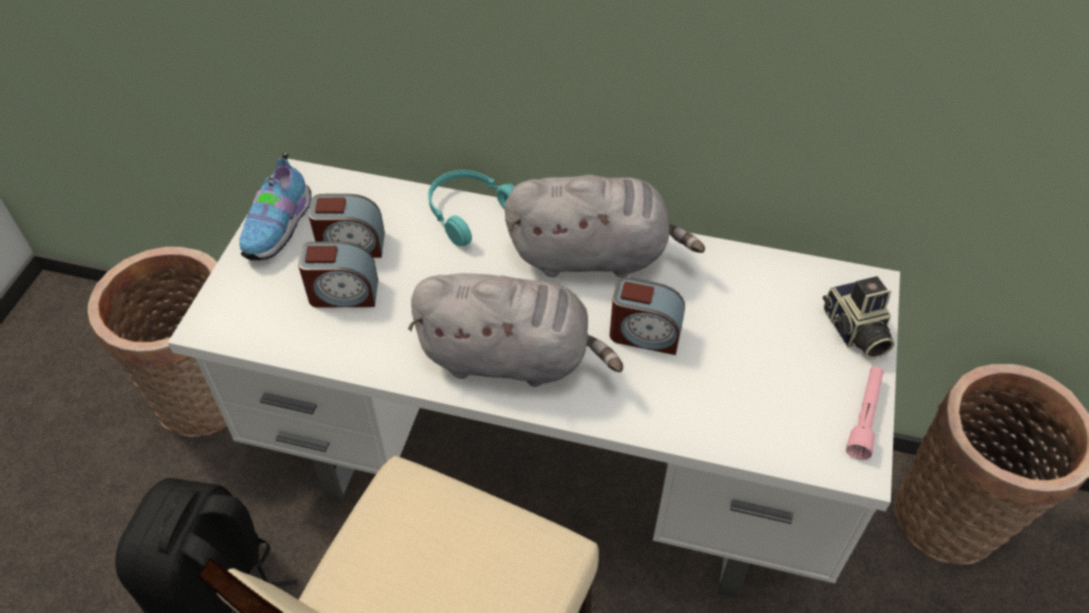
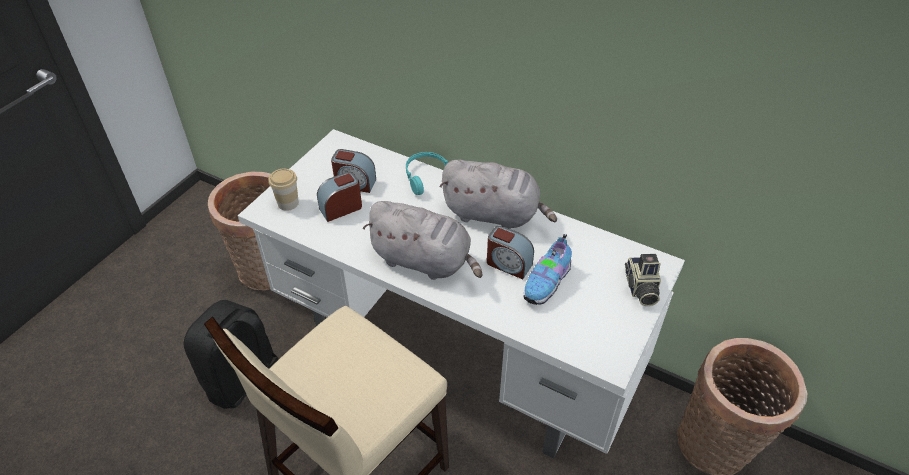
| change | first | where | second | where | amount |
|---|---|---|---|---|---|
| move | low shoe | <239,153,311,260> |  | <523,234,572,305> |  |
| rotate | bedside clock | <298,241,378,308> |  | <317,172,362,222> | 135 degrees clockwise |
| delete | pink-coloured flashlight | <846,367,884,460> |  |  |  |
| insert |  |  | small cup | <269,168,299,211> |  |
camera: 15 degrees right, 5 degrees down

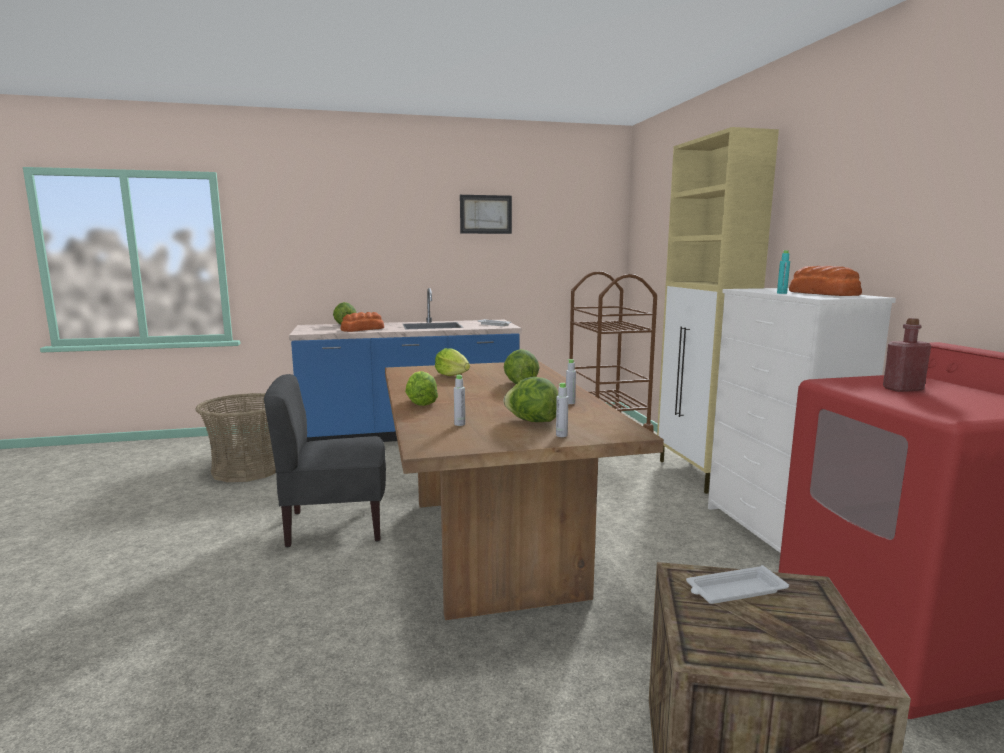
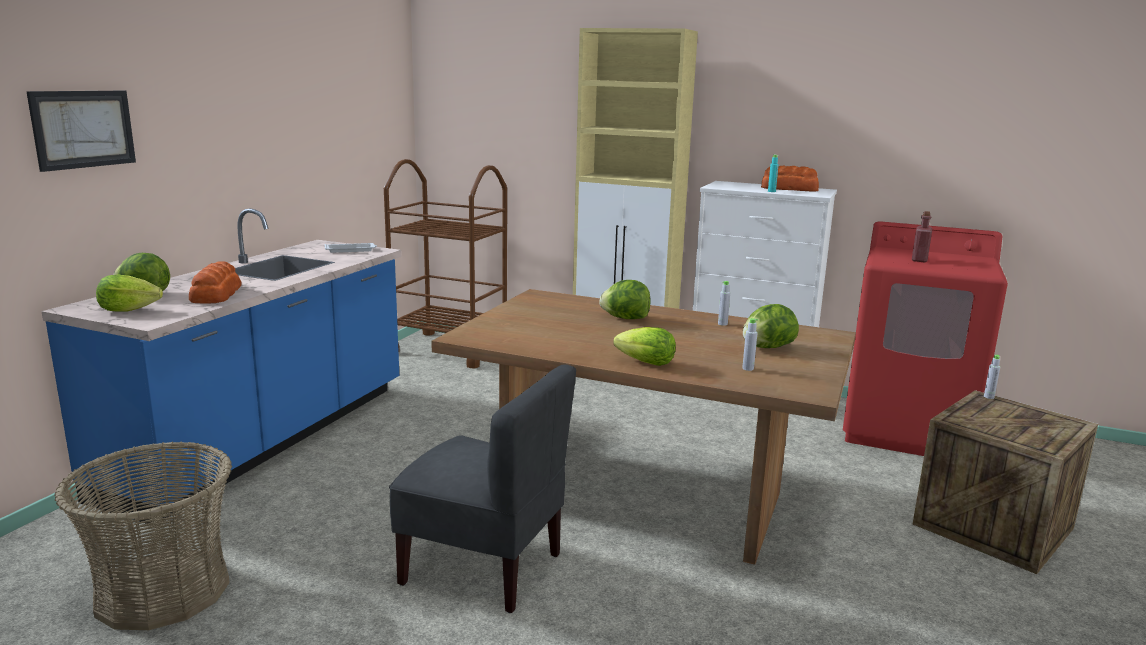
| change | first | where | second | where | amount |
|---|---|---|---|---|---|
| rotate | gray plain chair | <264,374,386,547> |  | <389,364,576,613> | 90 degrees counterclockwise |
| move | lettuce | <435,348,470,376> |  | <96,275,163,311> |  |
| move | wall picture | <460,195,512,234> |  | <26,91,136,172> |  |
| move | gray drink bottle | <556,383,569,437> |  | <984,355,1000,399> |  |
| delete | whitish tray | <686,565,789,604> |  |  |  |
camera: 55 degrees left, 5 degrees up

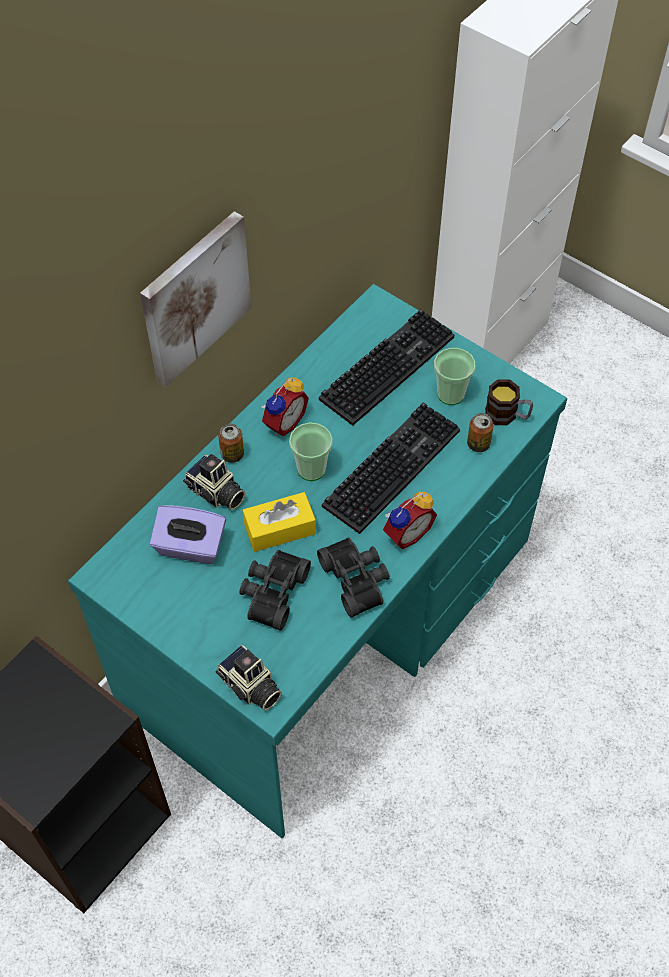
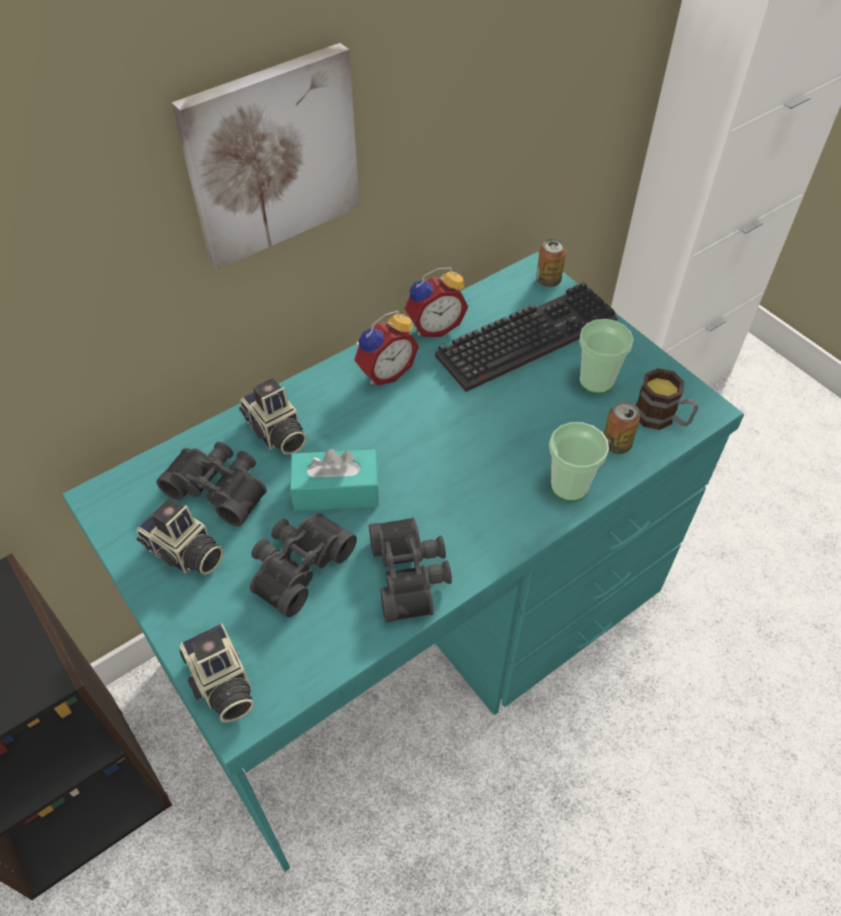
| change | first | where | second | where | amount |
|---|---|---|---|---|---|
| replace | purple tissue box | <150,505,226,564> | black-coloured field glasses | <156,442,267,526> |  |
| move | can | <218,424,244,463> |  | <536,239,566,287> |  |
| recolor | yellowish tissue box | <243,492,316,552> | turquoise-coloured tissue box | <290,449,379,511> |  |
| move | small cup | <289,423,333,481> |  | <549,422,609,501> |  |
| delete | PC keyboard | <322,402,460,534> |  |  |  |
| move | bedside clock | <383,492,437,550> |  | <405,267,468,337> |  |
| insert |  |  | photo camera | <136,498,224,575> |  |
camera: 15 degrees right, 5 degrees down

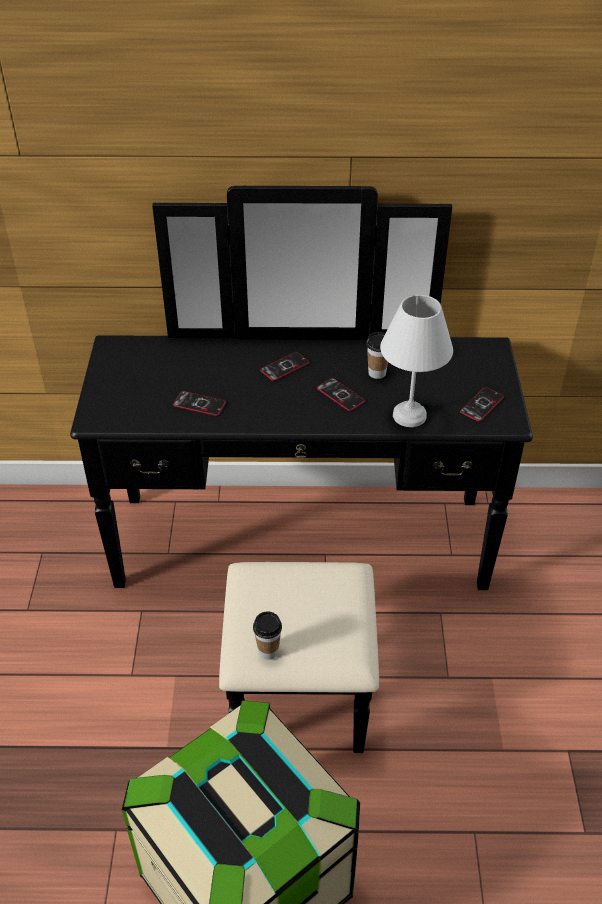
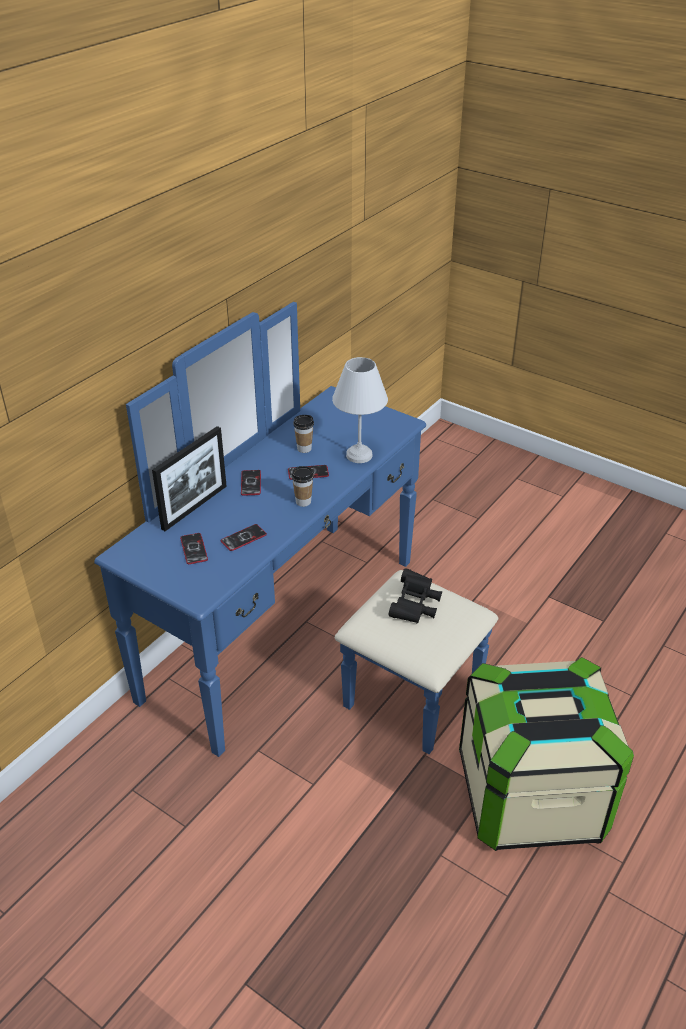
| change | first | where | second | where | amount |
|---|---|---|---|---|---|
| recolor | black-coloured chest of drawers | <70,186,533,753> | bluish chest of drawers | <94,302,498,757> |  |
| move | small cup | <253,611,282,660> |  | <292,466,314,507> |  |
| move | handset | <460,387,504,422> |  | <180,533,208,564> |  |
| insert |  |  | photo frame | <152,426,227,531> |  |
| insert |  |  | black-coloured field glasses | <388,568,442,624> |  |
camera: 55 degrees left, 5 degrees down

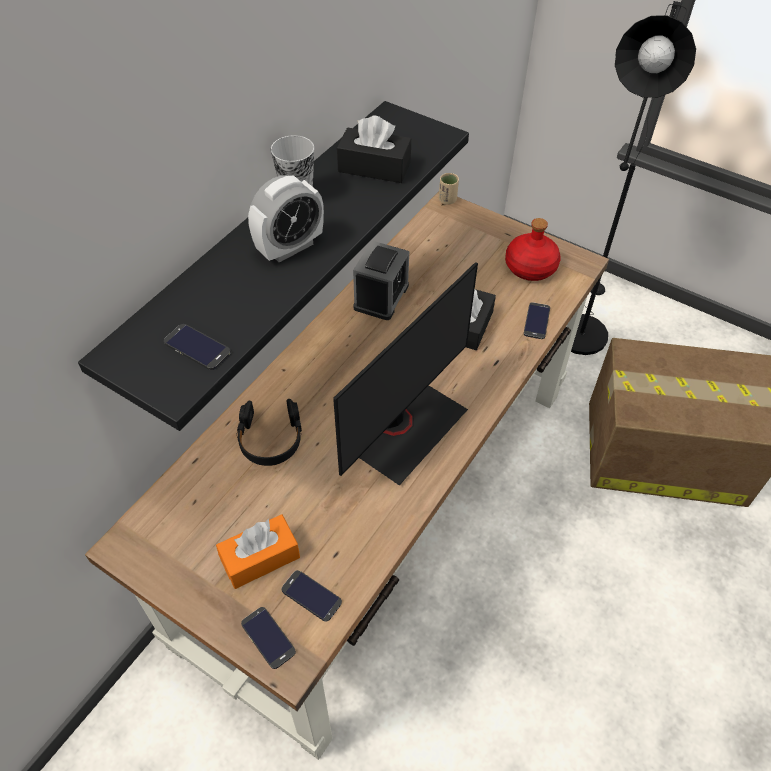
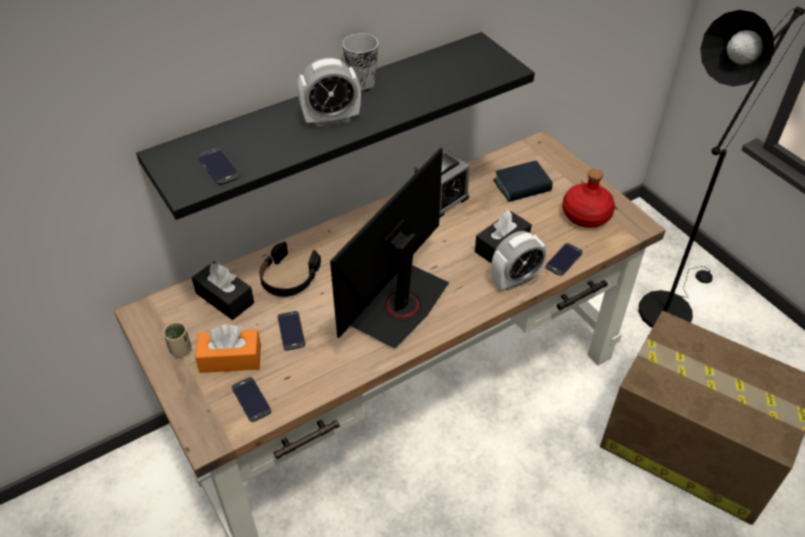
| change | first | where | second | where | amount |
|---|---|---|---|---|---|
| move | handset | <241,607,296,669> |  | <278,311,305,350> |  |
| rotate | monitor | <333,262,478,485> |  | <330,147,449,349> | 150 degrees clockwise |
| move | black-coloured tissue box | <337,116,411,183> |  | <192,261,254,320> |  |
| move | beige-coloured small cup | <439,173,459,205> |  | <163,322,192,357> |  |
| insert |  |  | bedside clock | <491,231,547,291> |  |
| insert |  |  | bound book | <493,161,553,202> |  |
camera: 25 degrees right, 5 degrees down

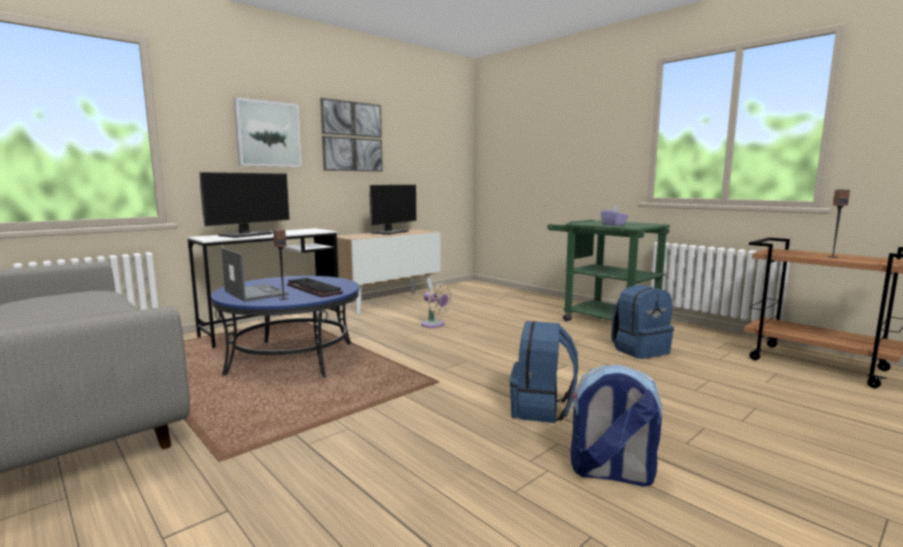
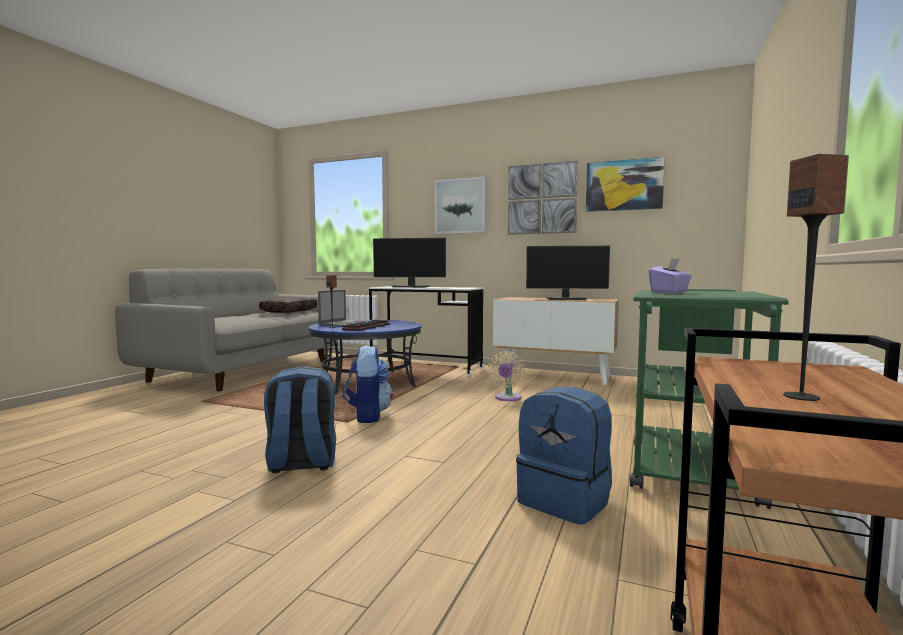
| change | first | where | second | where | amount |
|---|---|---|---|---|---|
| move | backpack | <570,365,662,487> |  | <343,345,393,423> |  |
| insert |  |  | brown pillow | <259,297,317,313> |  |
| insert |  |  | wall picture | <586,157,665,212> |  |
camera: 65 degrees right, 5 degrees down

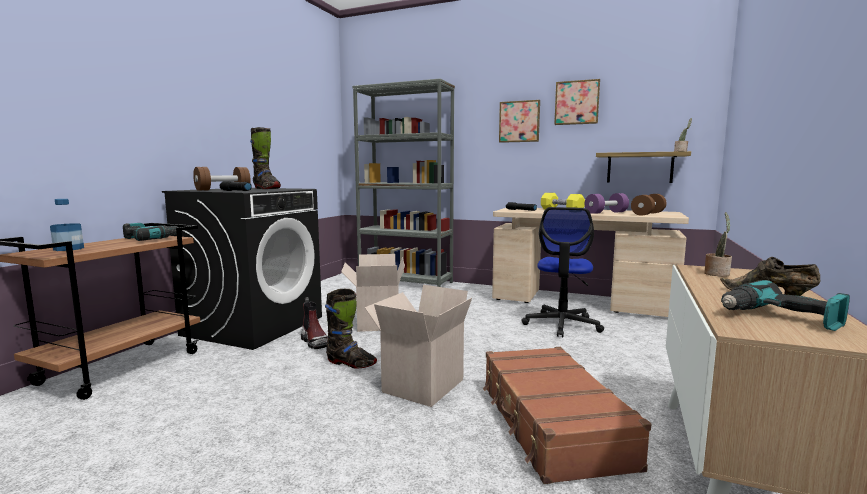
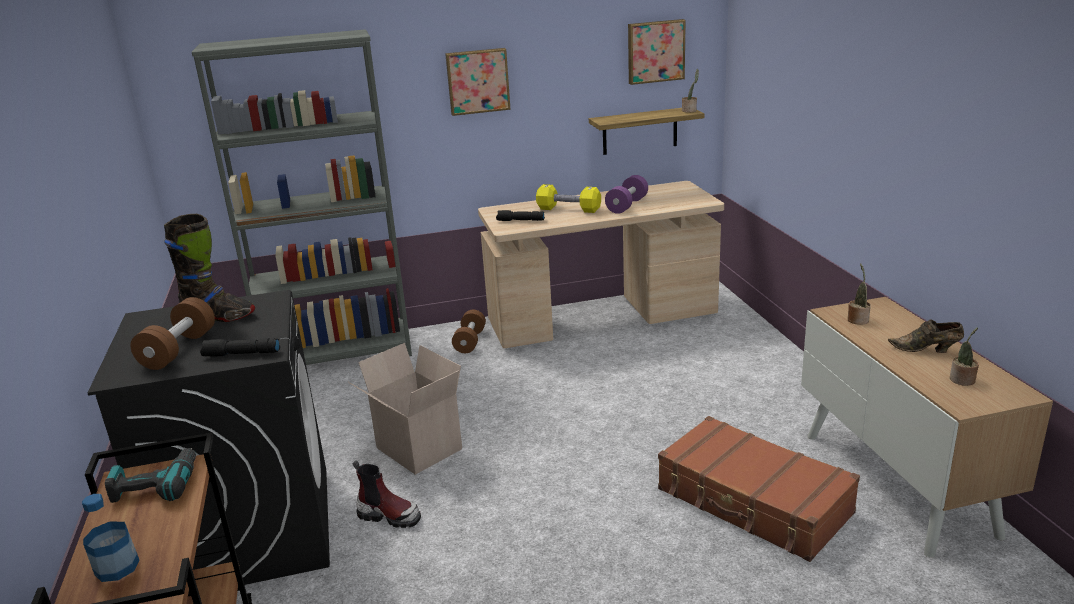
| change | first | where | second | where | amount |
|---|---|---|---|---|---|
| delete | black-coloured high-top boot | <325,289,377,369> |  |  |  |
| delete | packing box | <365,285,472,407> |  |  |  |
| delete | office chair | <521,207,604,337> |  |  |  |
| move | wall picture | <554,79,600,125> |  | <628,19,686,85> |  |
| move | brown hand weight | <631,194,667,216> |  | <452,310,486,353> |  |
| replace | electric drill | <721,280,850,331> | plant in a pot | <950,327,979,386> |  |
camera: 35 degrees left, 15 degrees up

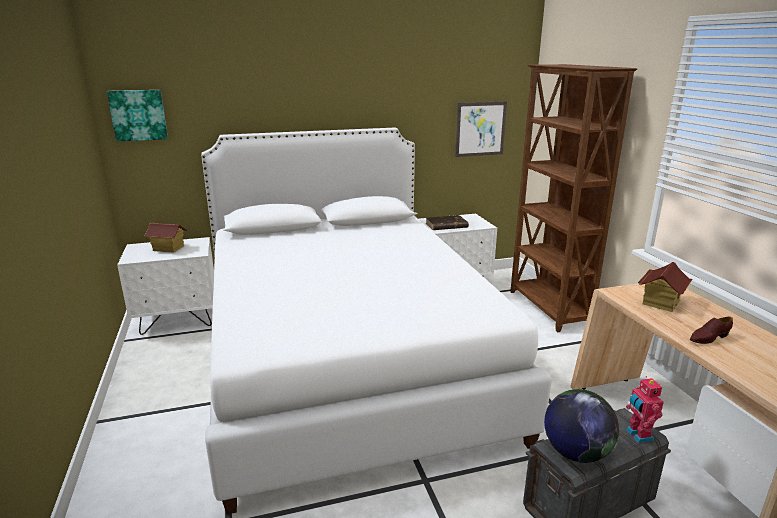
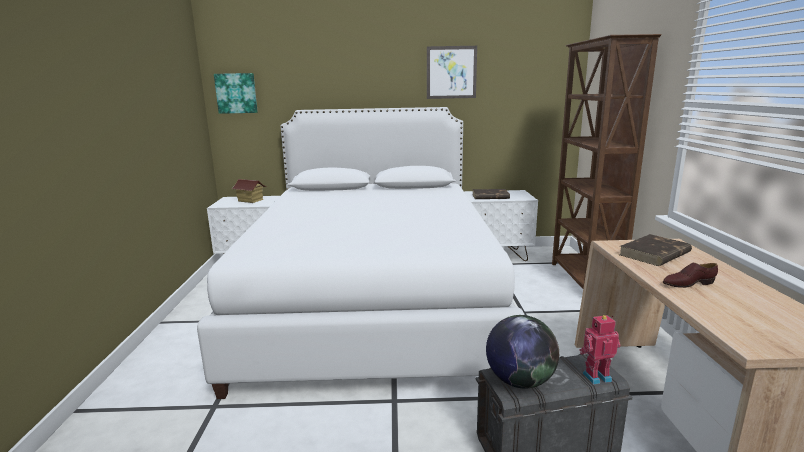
| change | first | where | second | where | amount |
|---|---|---|---|---|---|
| move | wall picture | <455,101,507,157> |  | <427,46,477,99> |  |
| rotate | robot figure | <626,376,664,443> |  | <579,315,620,385> | 75 degrees clockwise |
| replace | model house | <638,262,692,312> | brown bound book | <619,234,692,266> |  |
camera: 15 degrees right, 5 degrees down

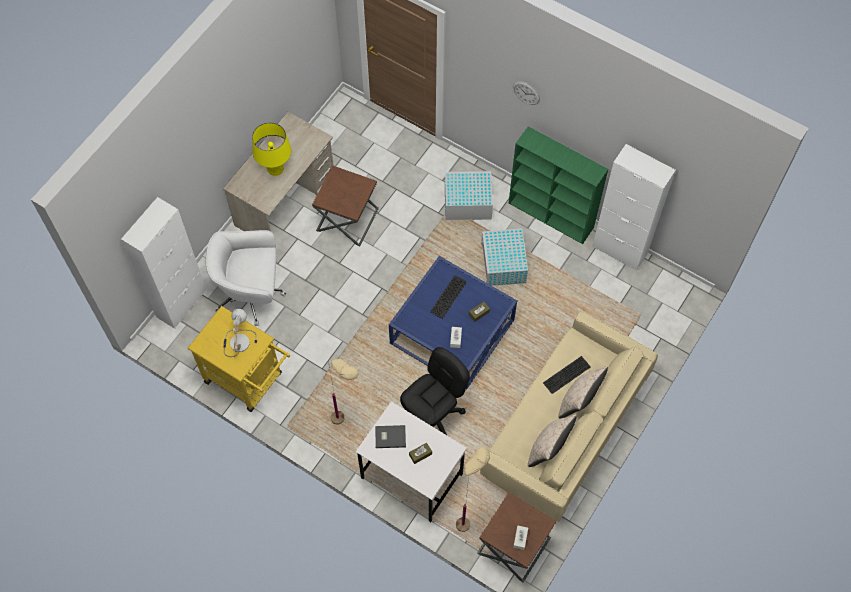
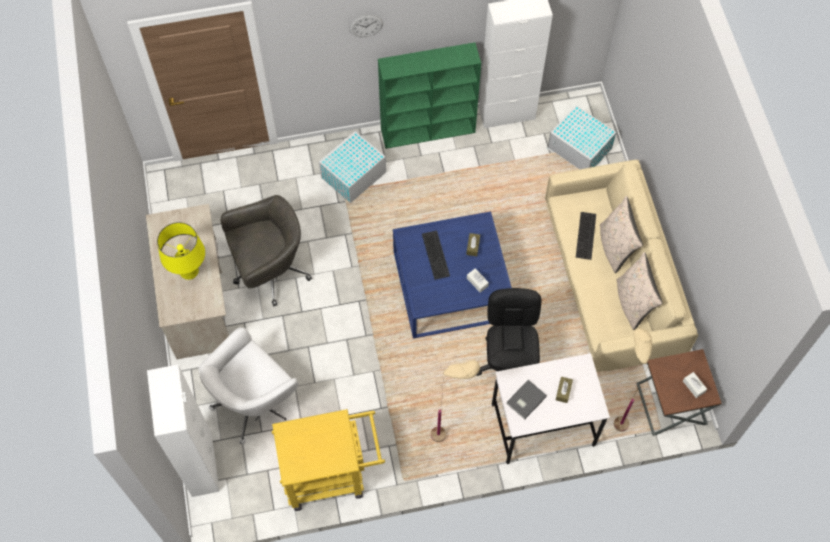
| change | first | where | second | where | amount |
|---|---|---|---|---|---|
| delete | lamp for a table | <223,309,257,357> |  |  |  |
| replace | brown side table | <312,165,379,246> | gray office chair | <220,195,312,306> |  |
| move | whitish storage bin | <481,228,528,286> |  | <547,105,616,169> |  |
camera: 45 degrees left, 0 degrees up

